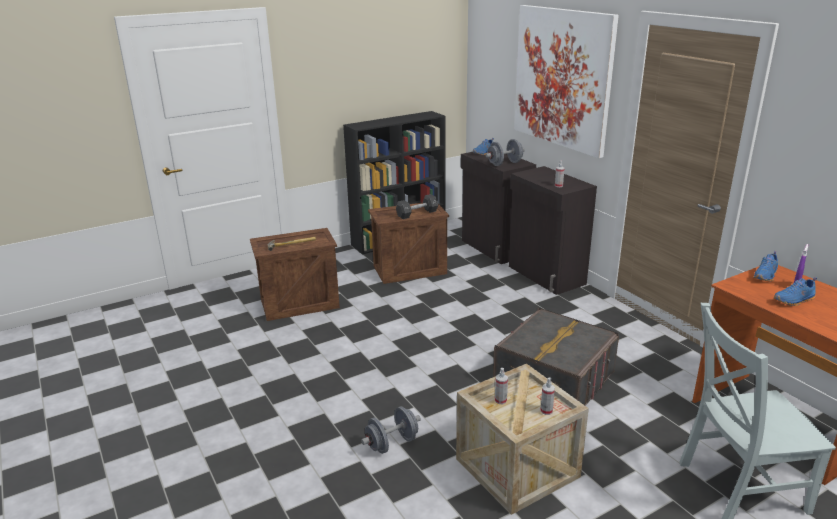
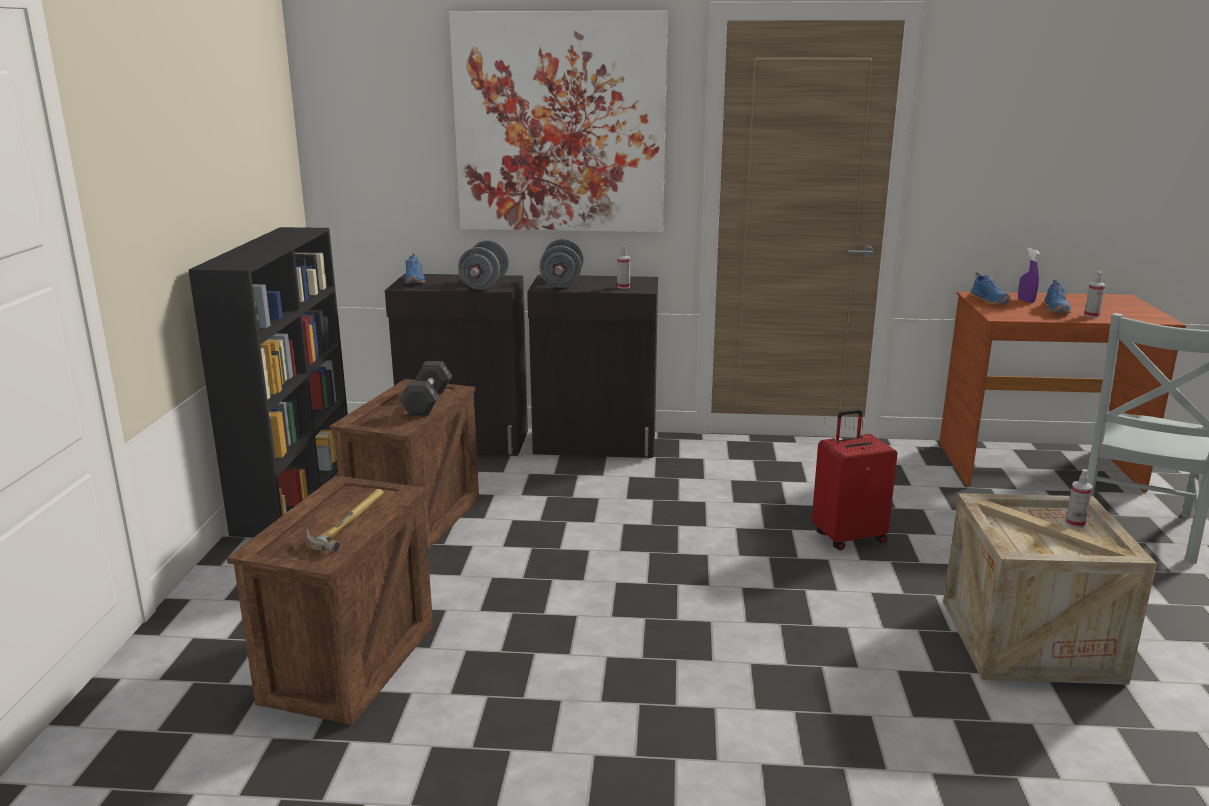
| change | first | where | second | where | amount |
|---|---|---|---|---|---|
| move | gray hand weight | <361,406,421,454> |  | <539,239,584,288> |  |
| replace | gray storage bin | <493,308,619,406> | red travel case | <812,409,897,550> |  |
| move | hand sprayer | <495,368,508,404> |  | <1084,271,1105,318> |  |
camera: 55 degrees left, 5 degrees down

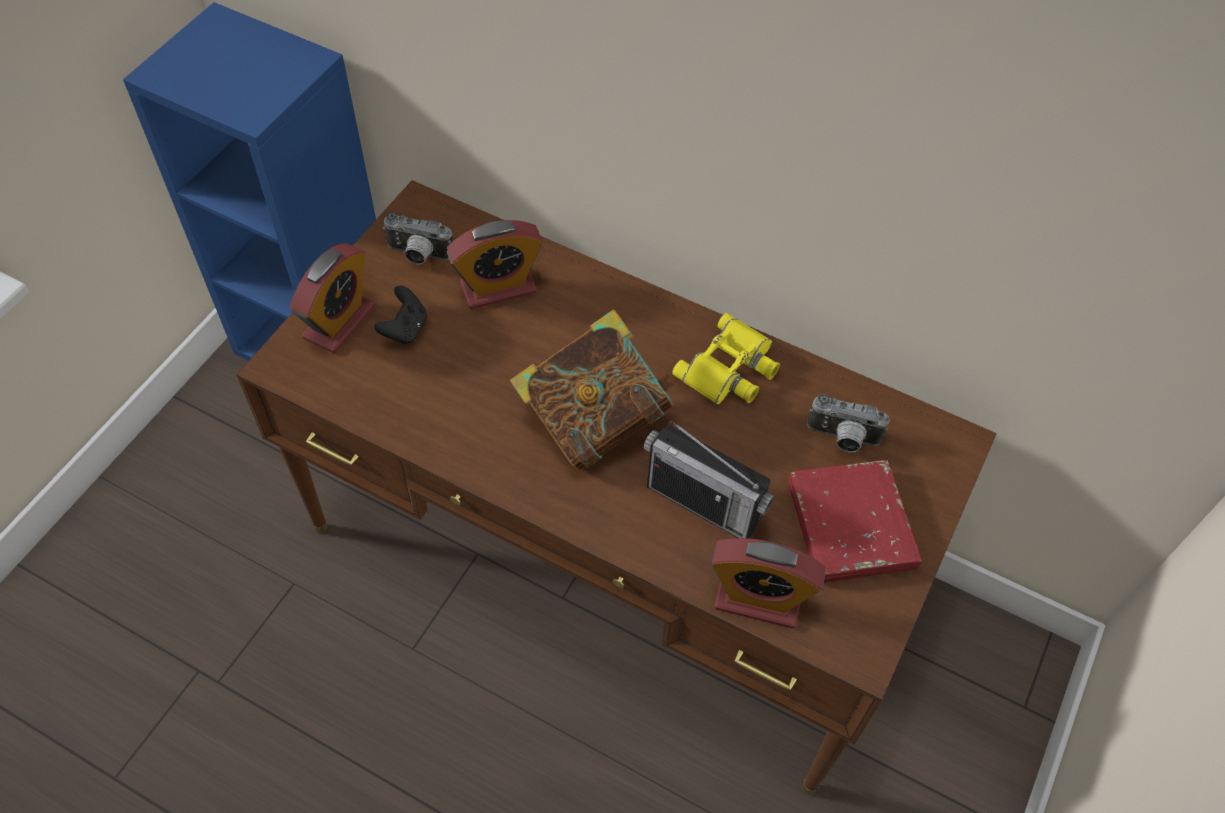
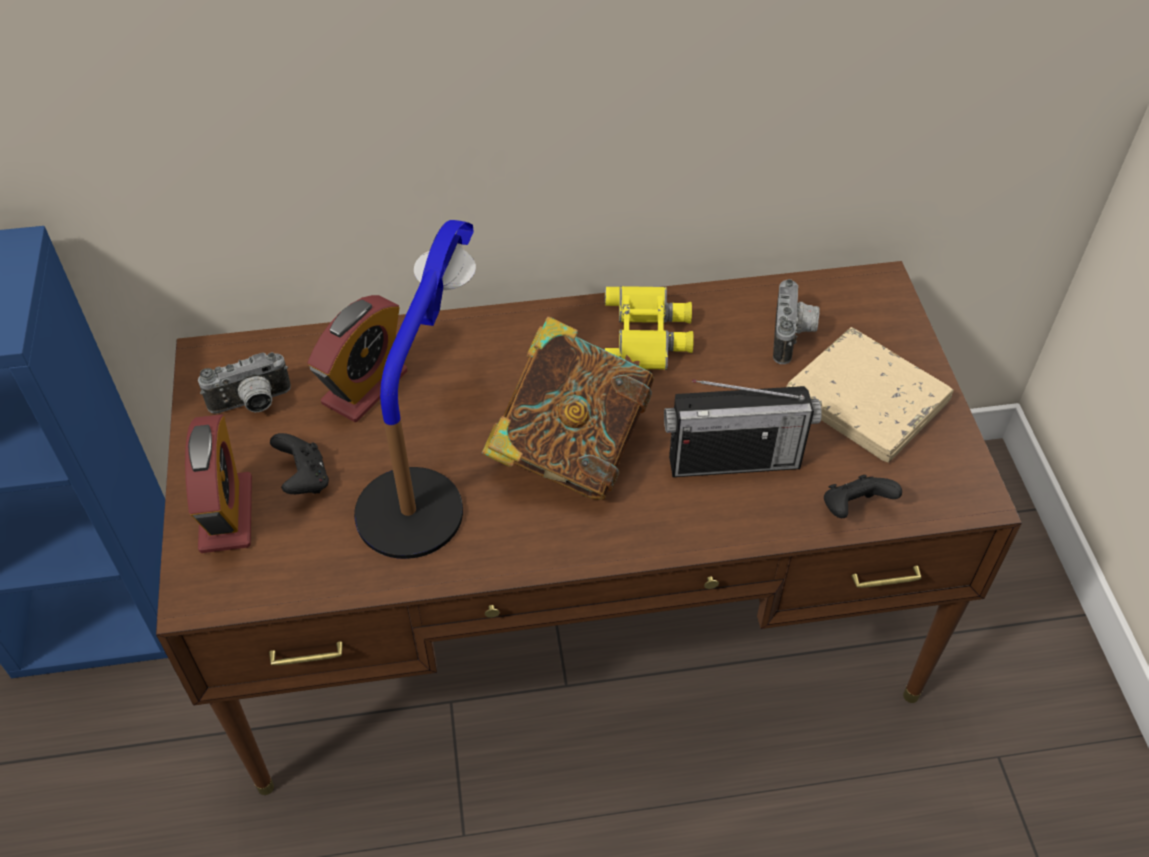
| change | first | where | second | where | amount |
|---|---|---|---|---|---|
| replace | bedside clock | <711,538,825,629> | black-coloured joypad | <824,475,902,518> |  |
| recolor | red bound book | <788,460,922,583> | beige-coloured bound book | <787,327,953,463> |  |
| rotate | photo camera | <807,394,890,453> |  | <773,279,819,364> | 60 degrees counterclockwise |
| insert |  |  | lamp for a table | <354,220,476,559> |  |
camera: 35 degrees left, 5 degrees down

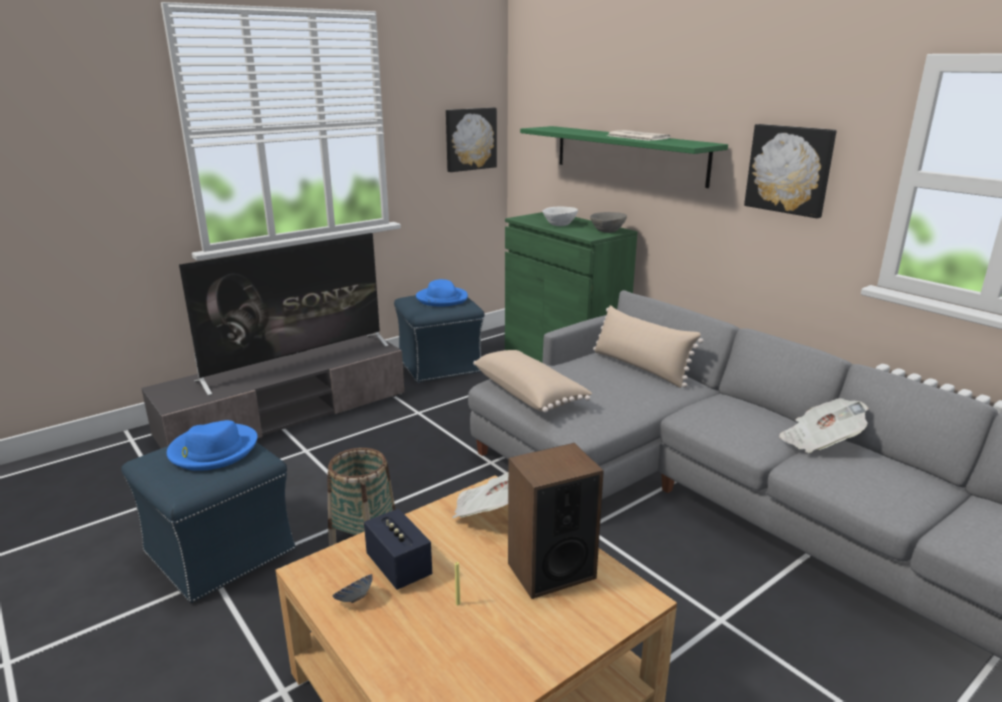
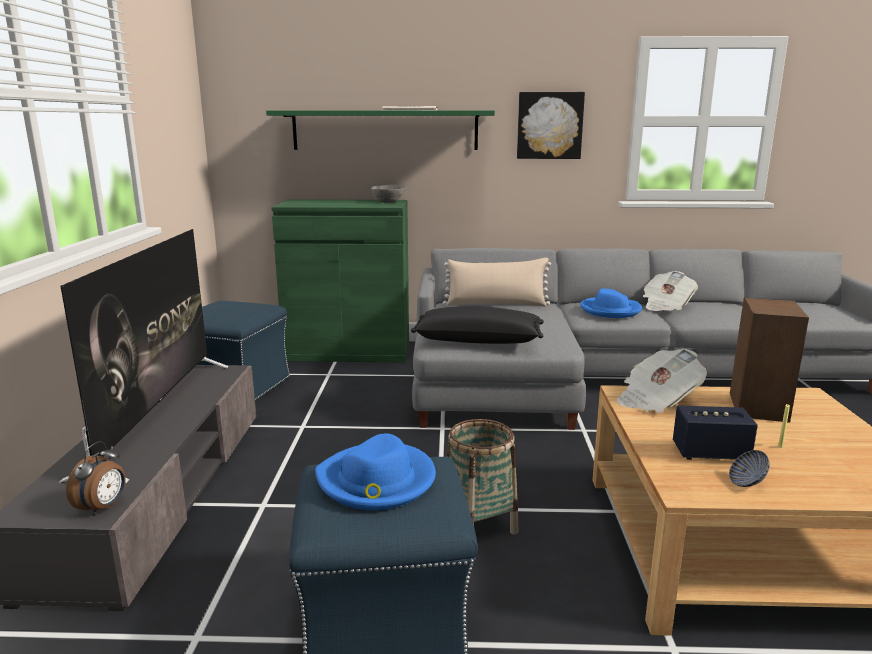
| change | first | where | second | where | amount |
|---|---|---|---|---|---|
| move | bluish clothing hat | <416,279,468,307> |  | <580,289,642,318> |  |
| delete | wall picture | <446,108,497,172> |  |  |  |
| recolor | beige-coloured pillow | <473,350,592,413> | black-coloured pillow | <411,306,544,344> |  |
| delete | whitish bowl | <542,207,578,226> |  |  |  |
| insert |  |  | bedside clock | <66,441,126,516> |  |
camera: 50 degrees left, 5 degrees down

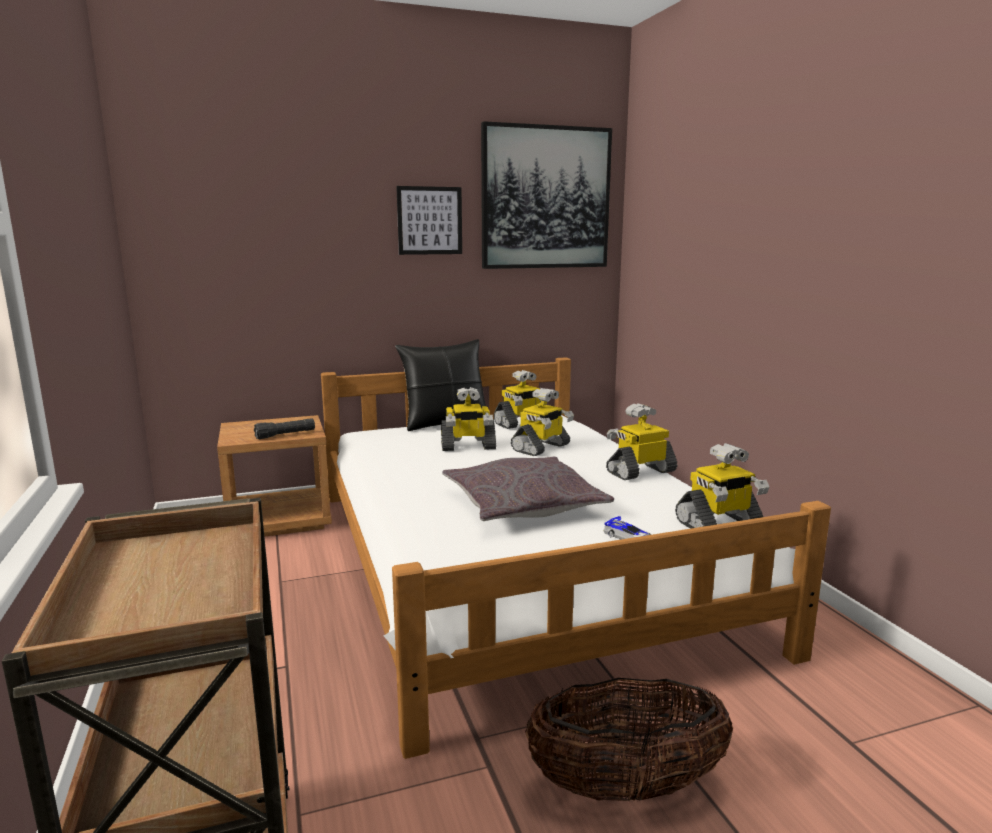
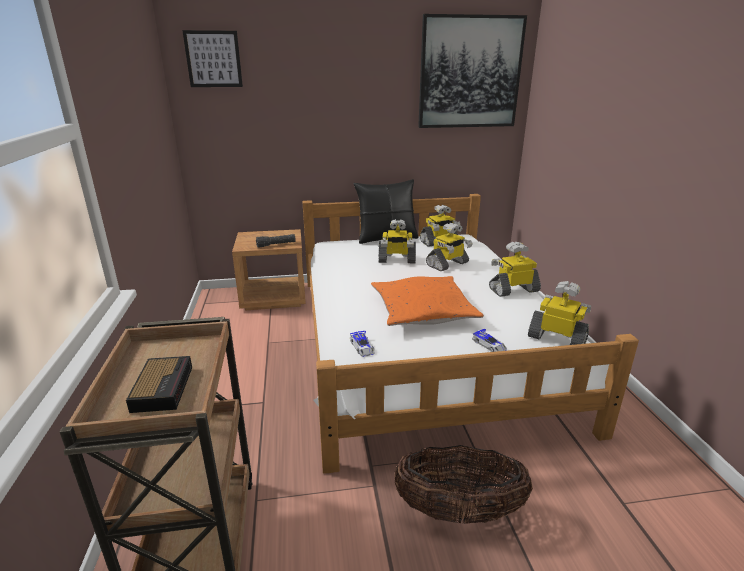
| change | first | where | second | where | amount |
|---|---|---|---|---|---|
| move | wall picture | <396,186,462,255> |  | <182,30,243,87> |  |
| recolor | gray pillow | <442,457,614,521> | orange pillow | <371,276,484,326> |  |
| rotate | robot figure | <675,443,769,529> |  | <528,281,591,345> | 135 degrees counterclockwise |
| insert |  |  | bedside clock | <126,356,192,413> |  |
| insert |  |  | miniature car | <350,330,375,357> |  |
camera: 10 degrees right, 10 degrees up

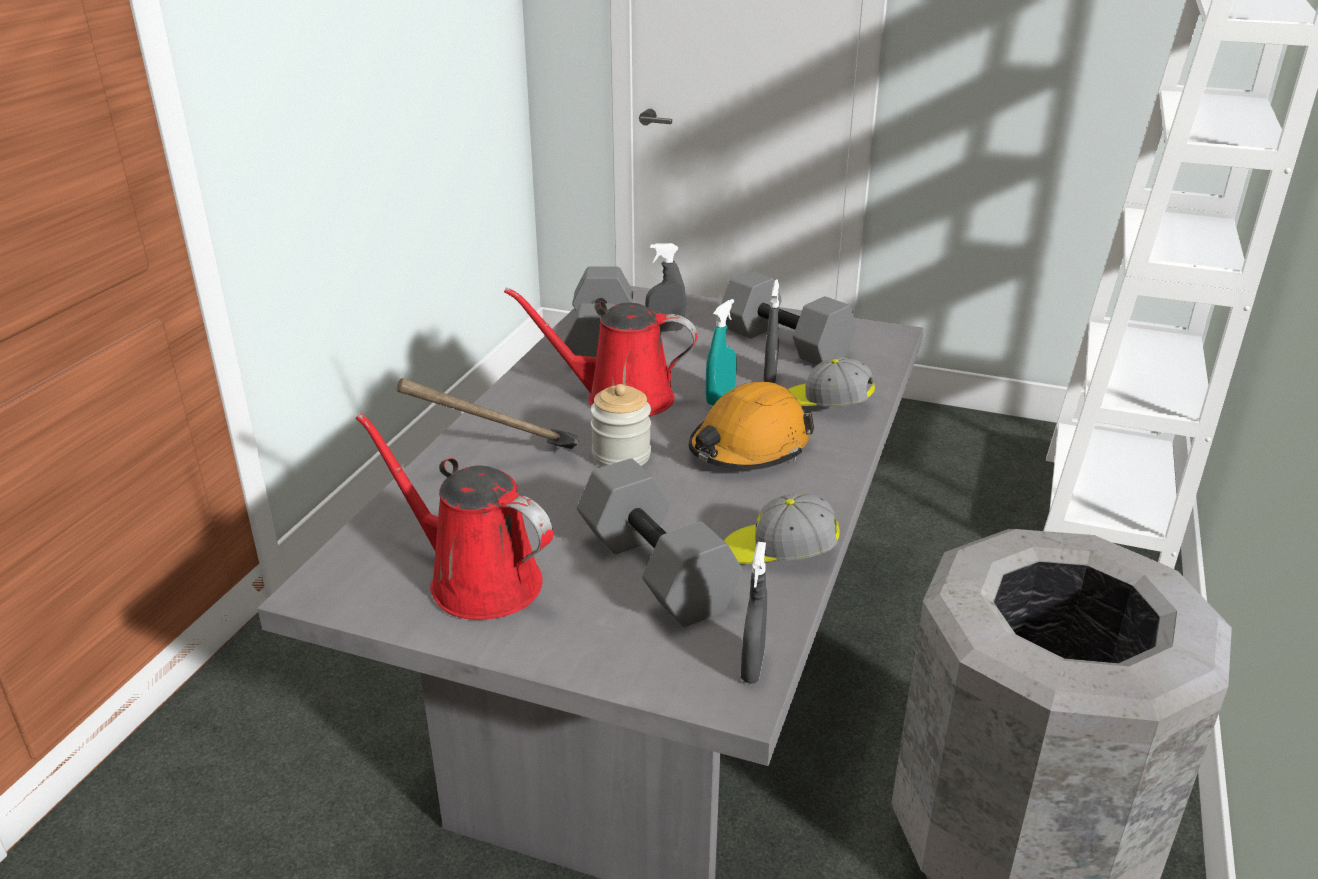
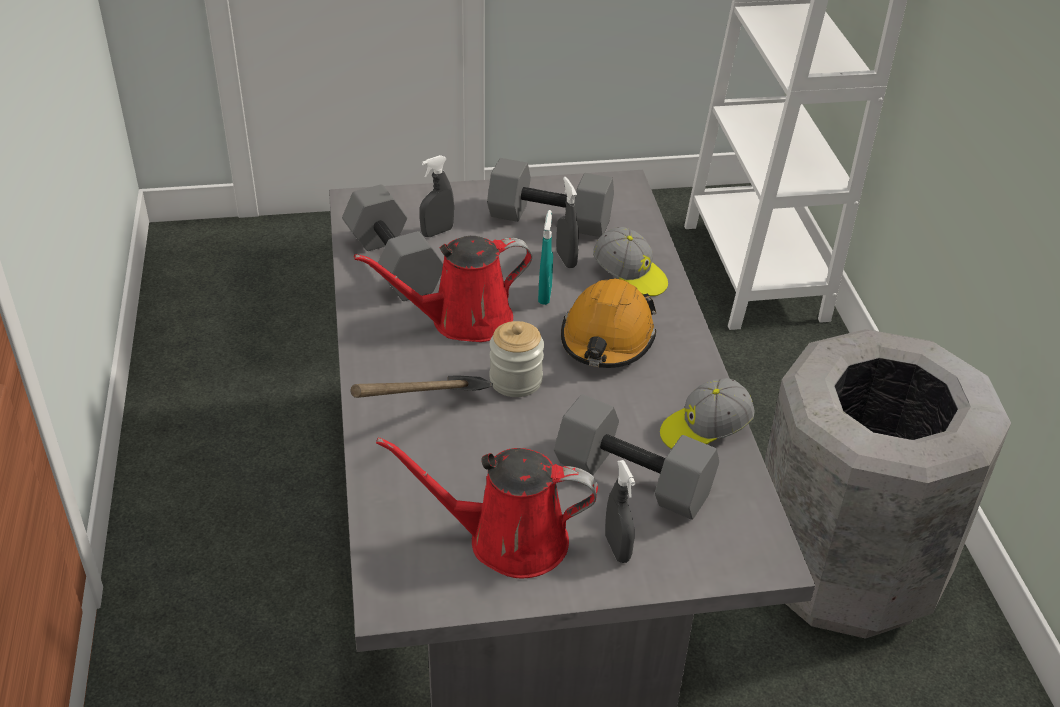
| change | first | where | second | where | amount |
|---|---|---|---|---|---|
| move | gray hand sprayer | <741,542,767,684> |  | <605,460,635,563> |  |
| rotate | cap | <787,358,875,407> |  | <593,227,668,296> | 135 degrees counterclockwise |
camera: 30 degrees left, 10 degrees up

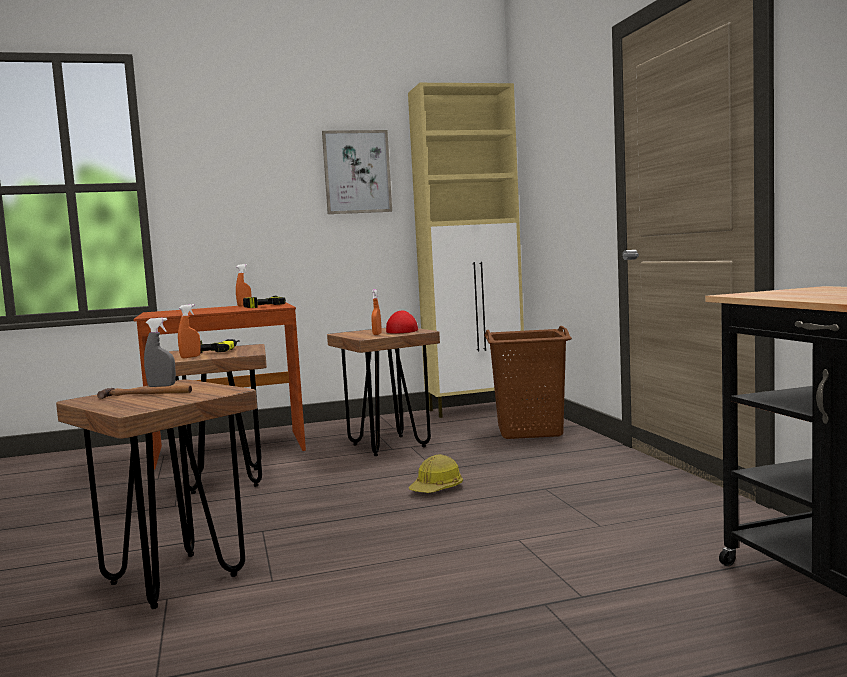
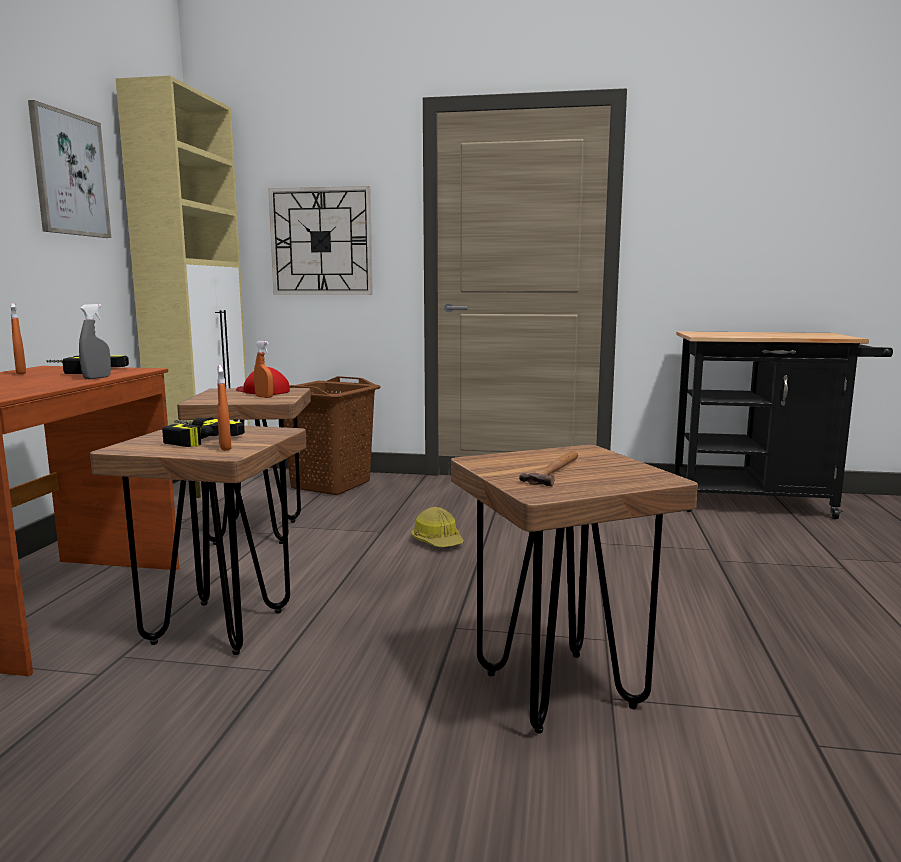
| change | first | where | second | where | amount |
|---|---|---|---|---|---|
| move | gray hand sprayer | <144,318,176,387> |  | <79,304,111,379> |  |
| insert |  |  | wall clock | <268,186,373,295> |  |
camera: 65 degrees left, 5 degrees up

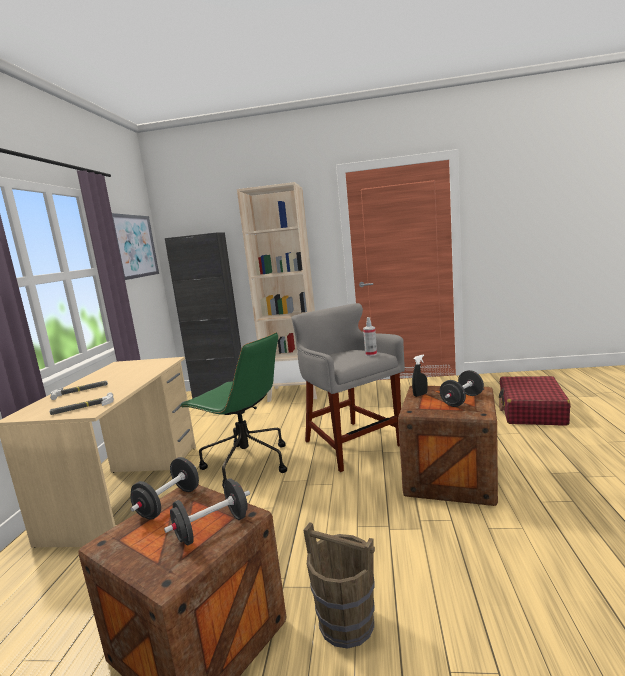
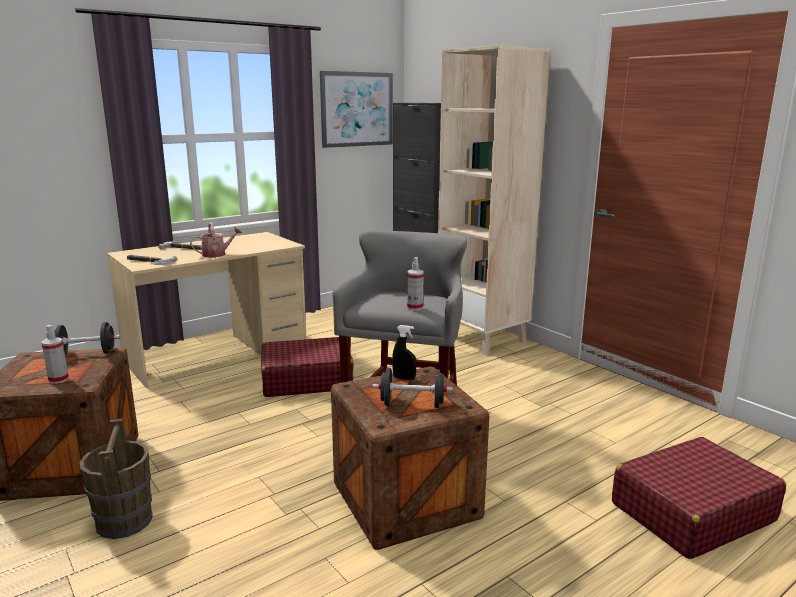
| change | first | where | second | where | amount |
|---|---|---|---|---|---|
| replace | black-coloured hand weight | <164,478,250,545> | hand sprayer | <41,325,69,384> |  |
| replace | green office chair | <179,332,287,486> | red travel case | <261,337,354,397> |  |
| insert |  |  | watering pot | <190,222,242,258> |  |
camera: 45 degrees right, 5 degrees up

